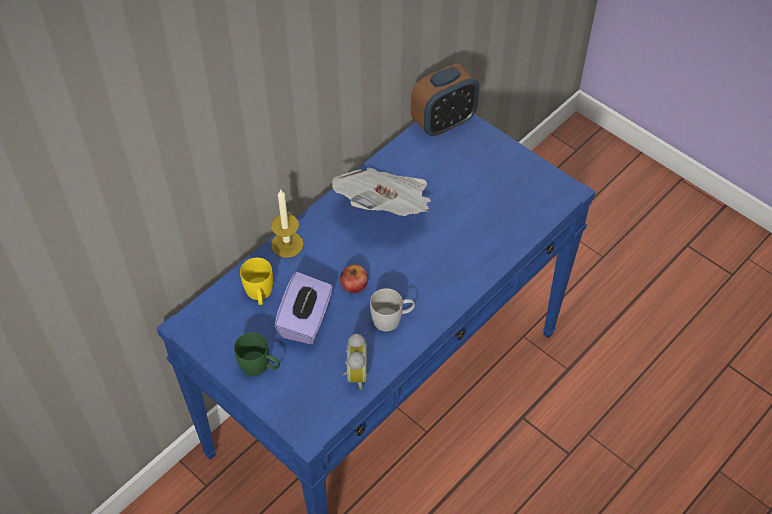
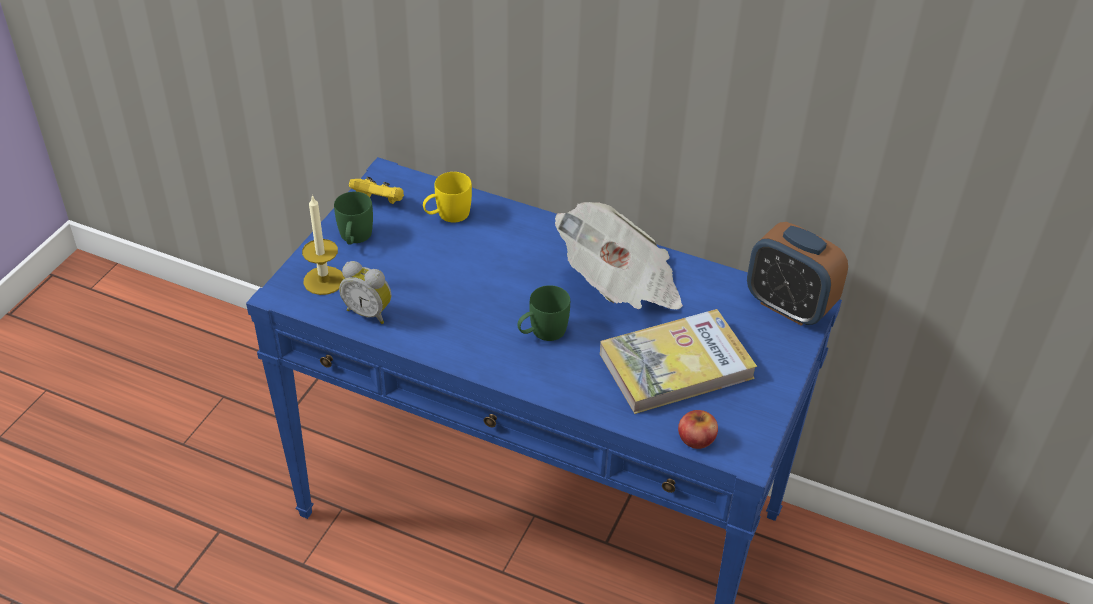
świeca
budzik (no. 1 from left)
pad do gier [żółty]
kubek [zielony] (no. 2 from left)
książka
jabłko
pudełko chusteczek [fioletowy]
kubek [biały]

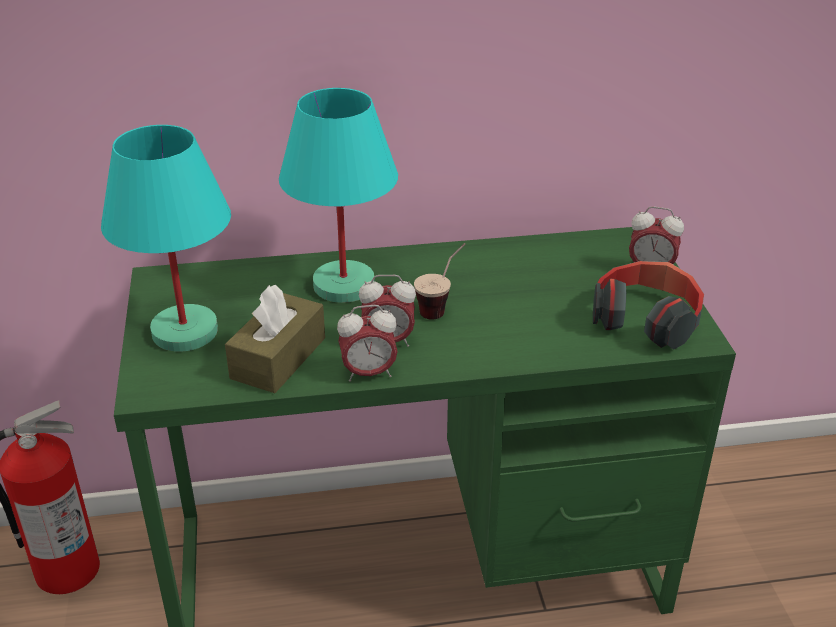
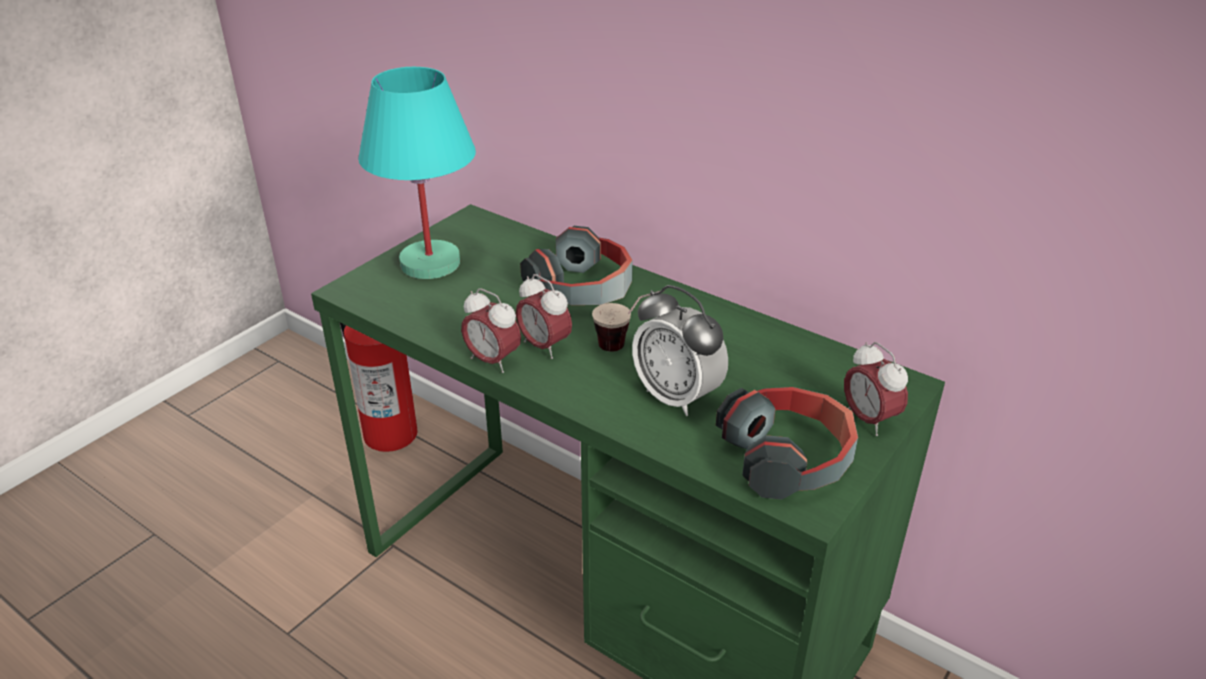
słuchawki (no. 1 from left)
budzik (no. 3 from left)
pudełko chusteczek [brązowy]

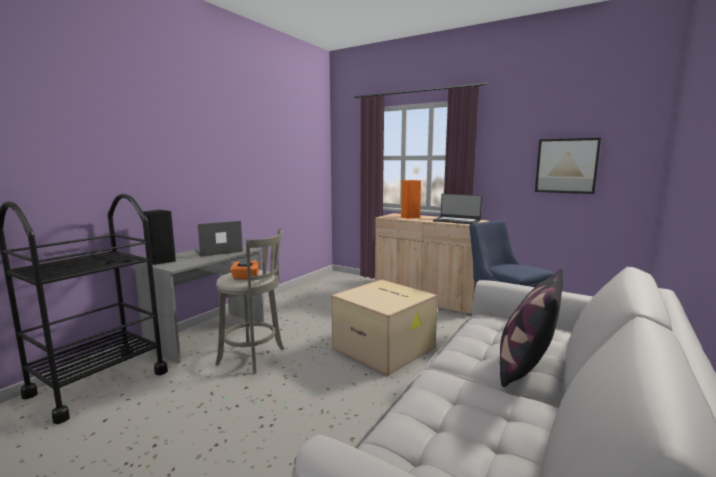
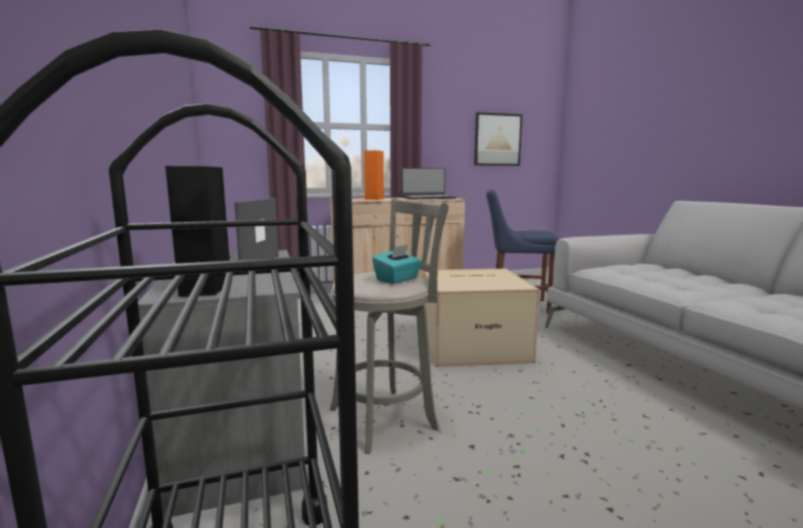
pudełko chusteczek [turkusowy]
poduszka

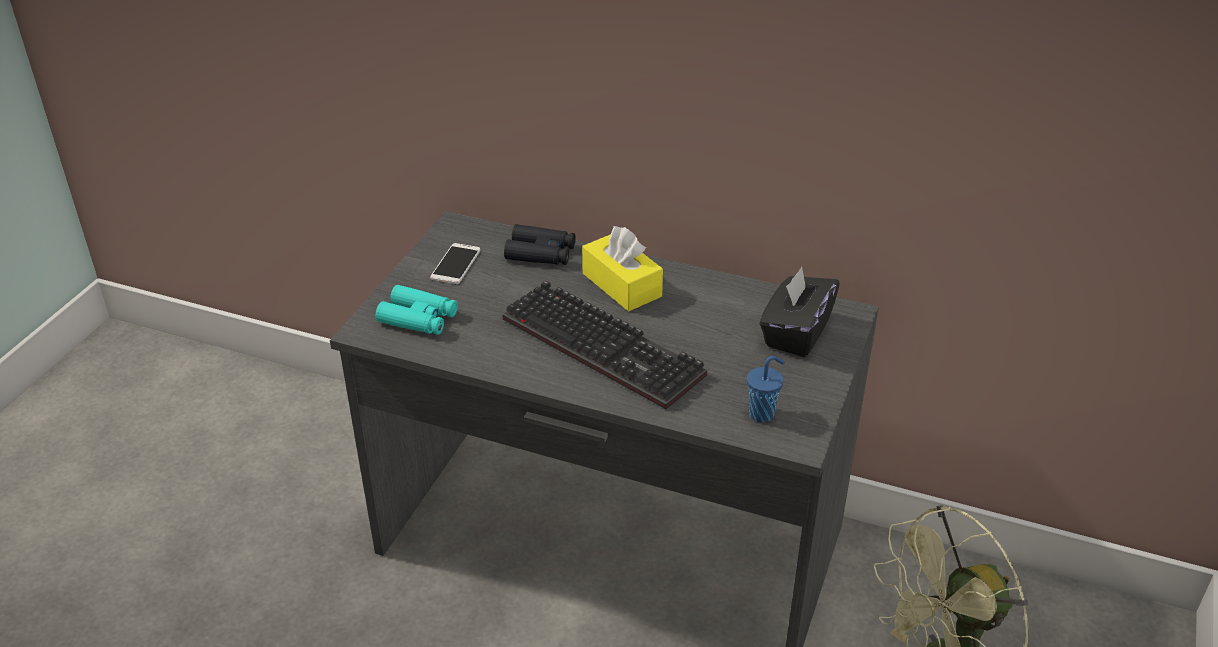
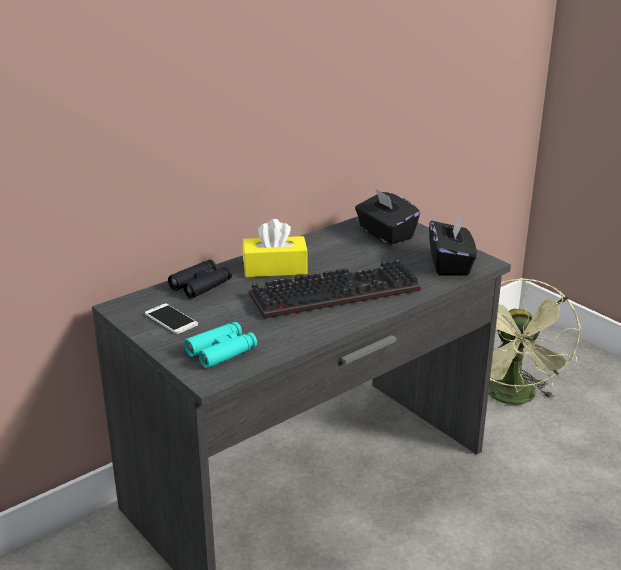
pudełko chusteczek [czarny] (no. 2 from left)

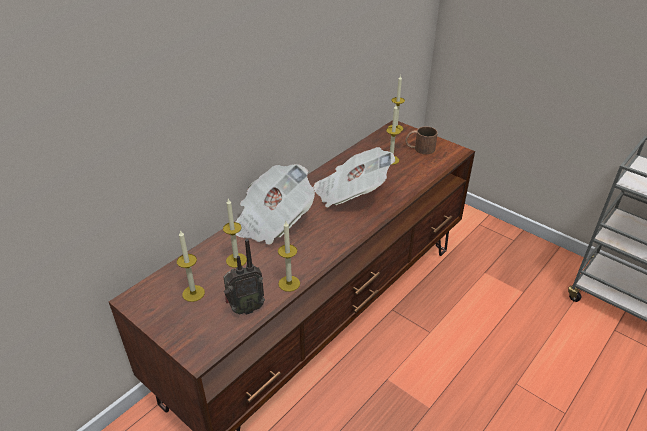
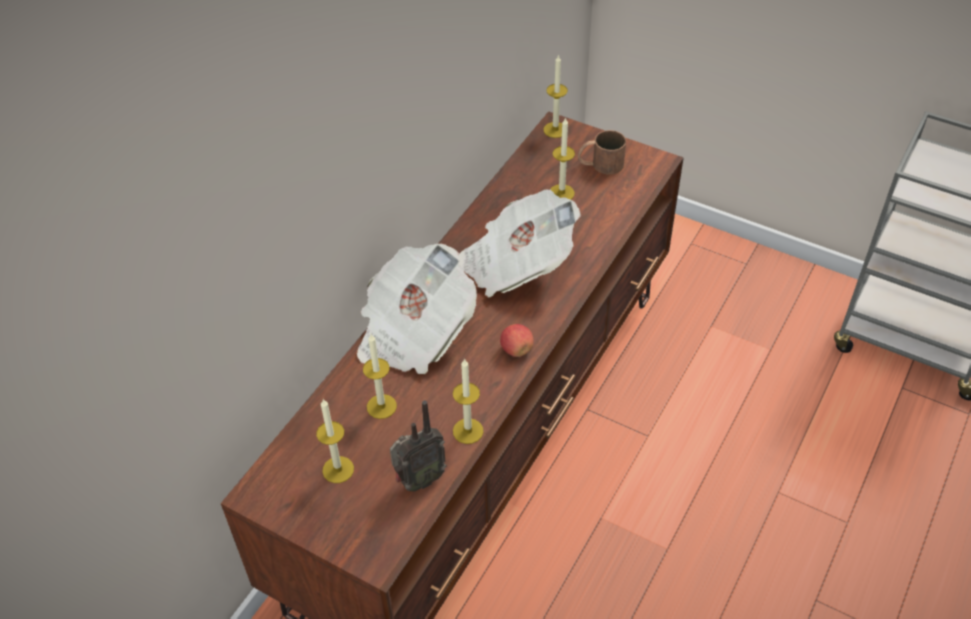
jabłko

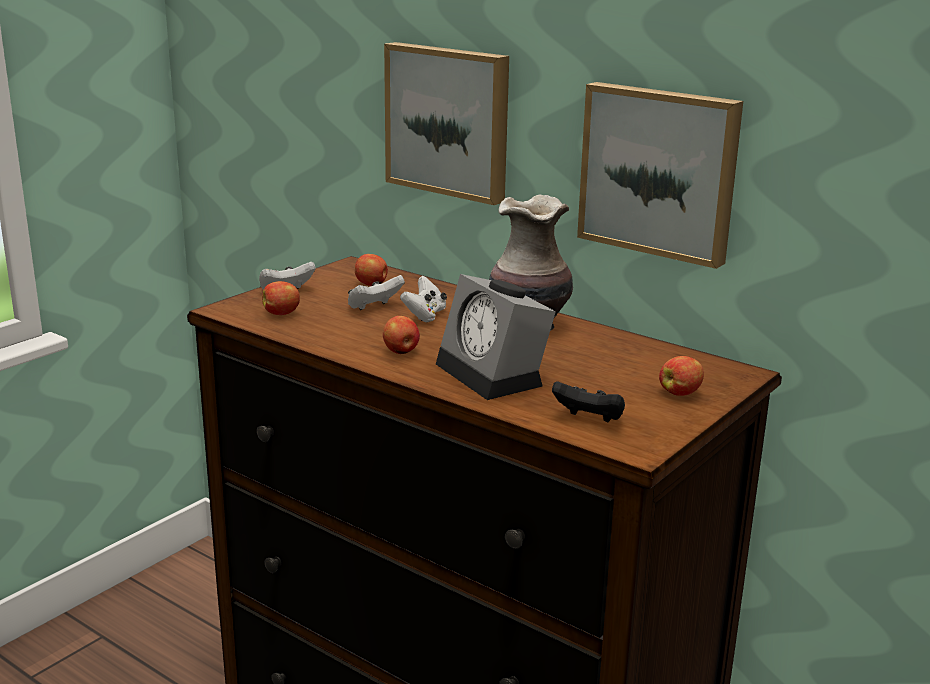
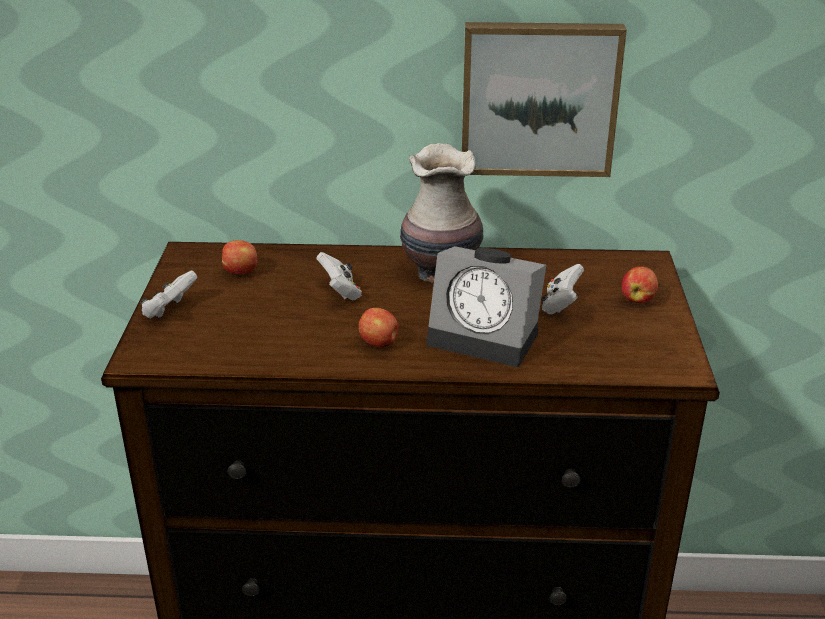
pad do gier [biały] (no. 3 from left)
jabłko (no. 1 from left in the first image)
obraz (no. 1 from left in the first image)
pad do gier [czarny]

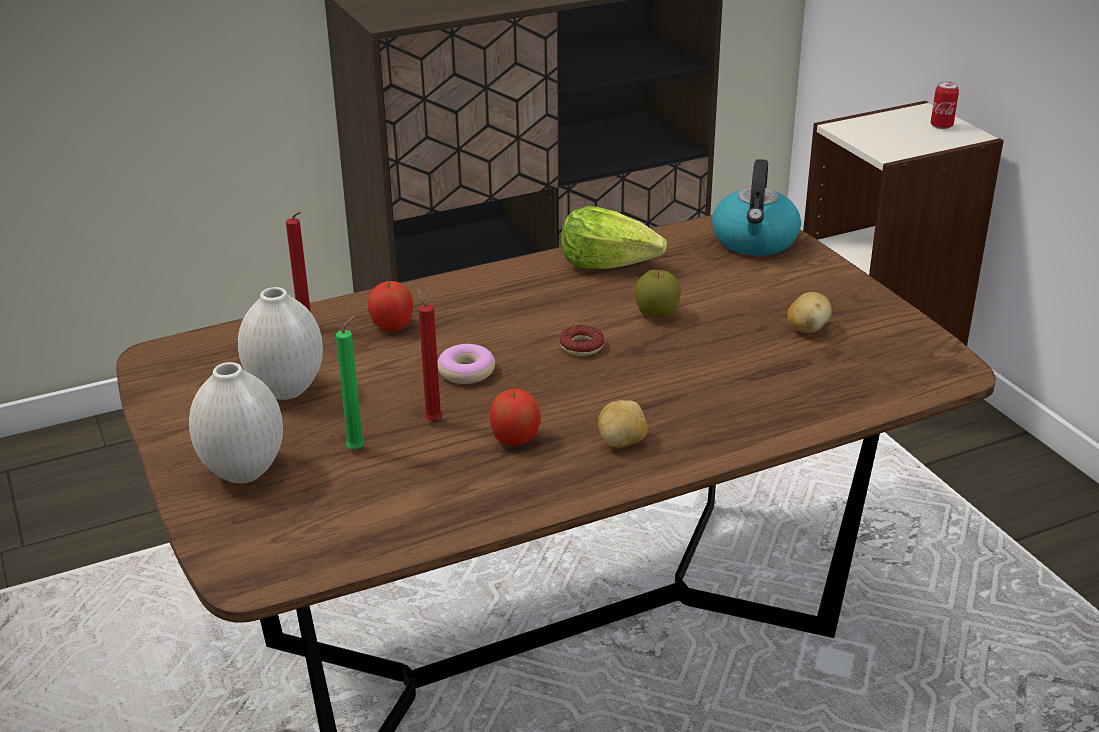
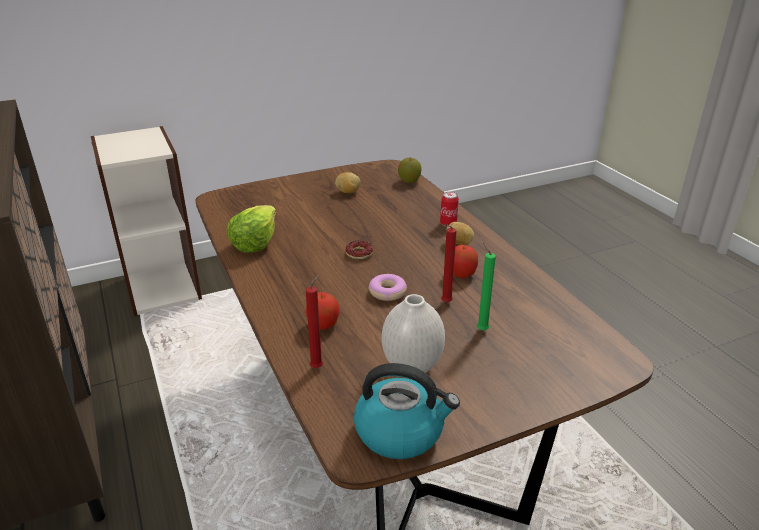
czajnik
jabłko (no. 2 from left)
puszka
wazon [biały] (no. 1 from left in the first image)

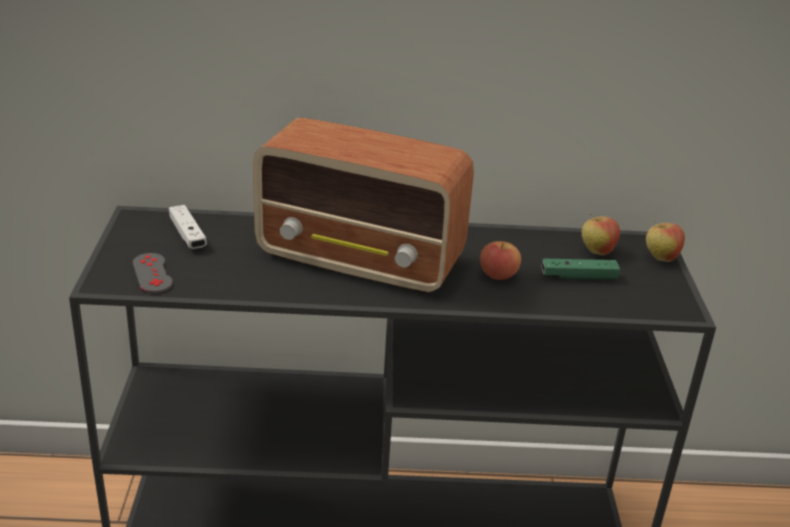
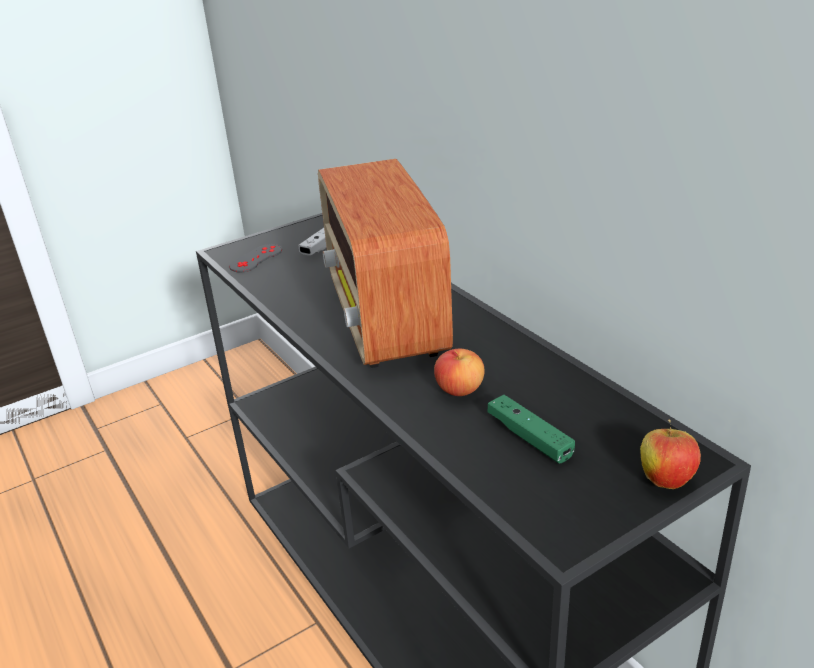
jabłko (no. 2 from left in the first image)

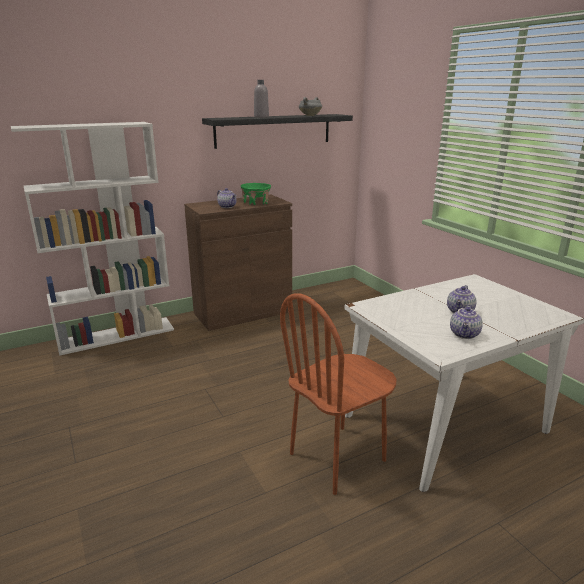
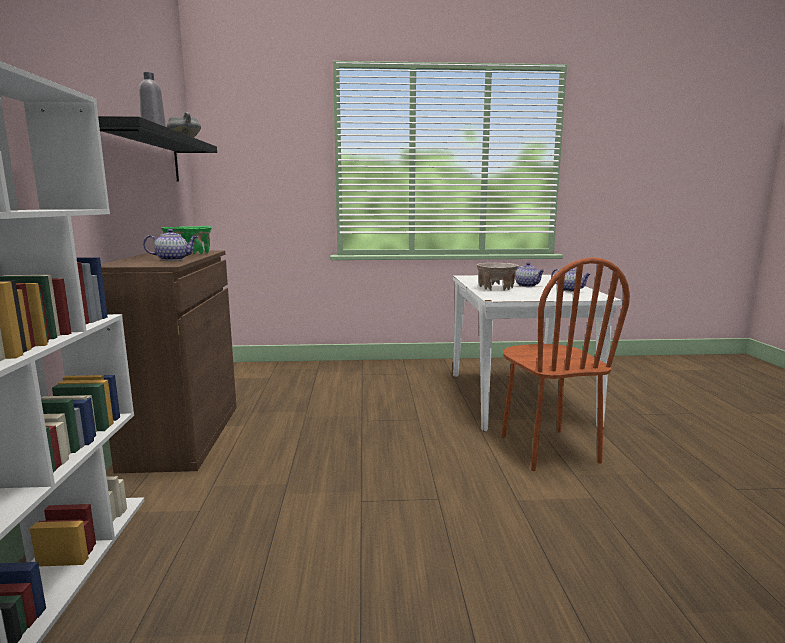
miska [beżowy]

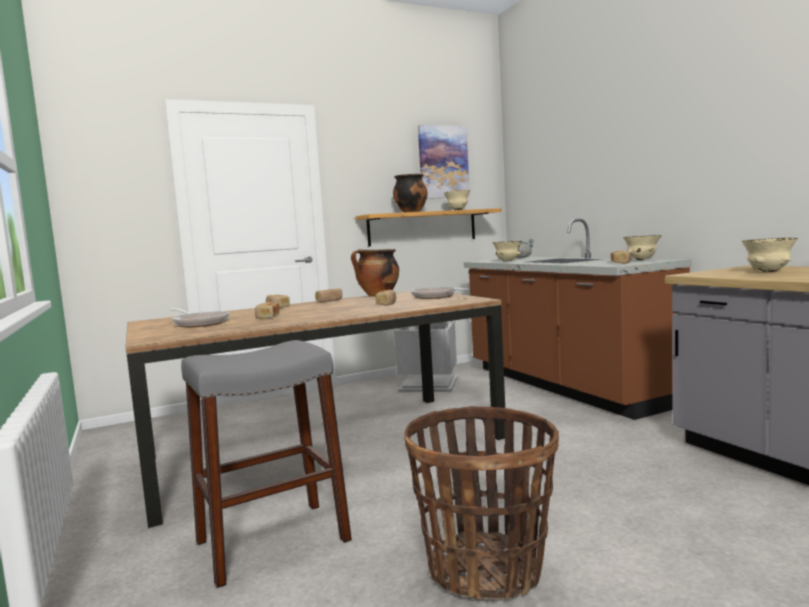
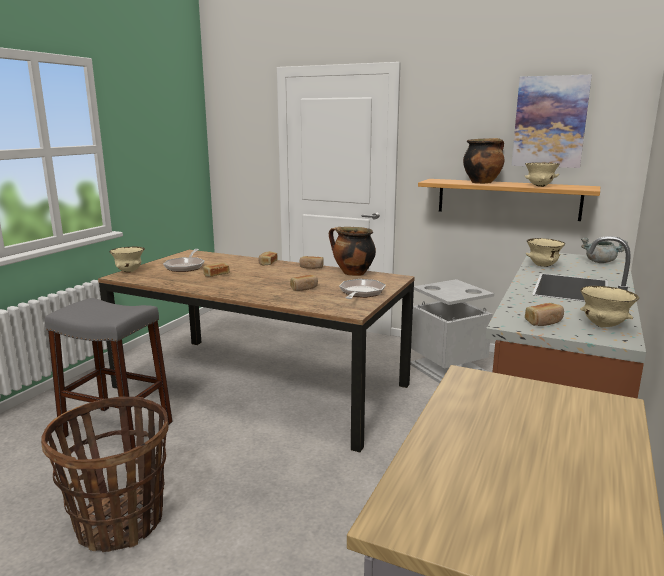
miska [beżowy] (no. 1 from left)

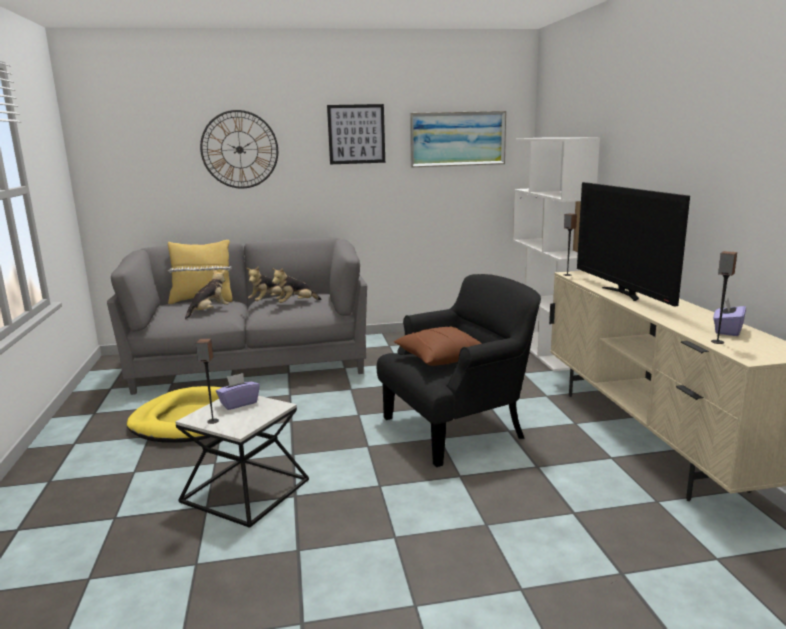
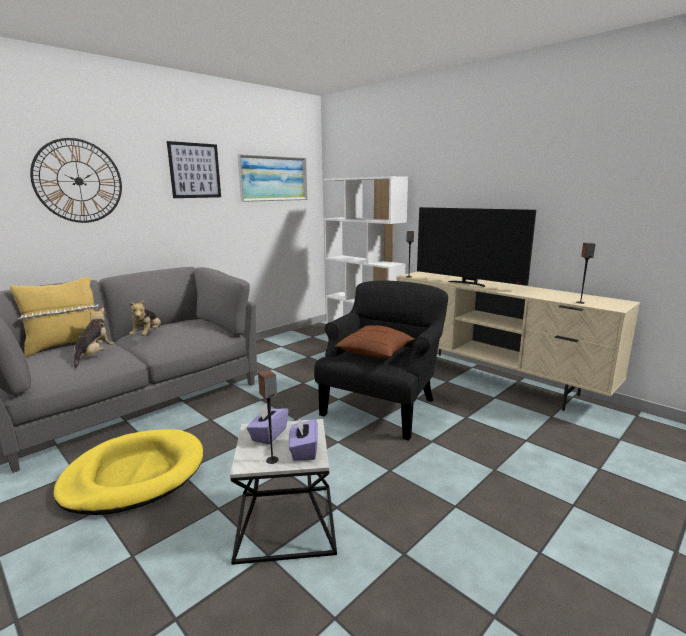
pudełko chusteczek [fioletowy] (no. 2 from left)
pluszak (no. 3 from left in the first image)

